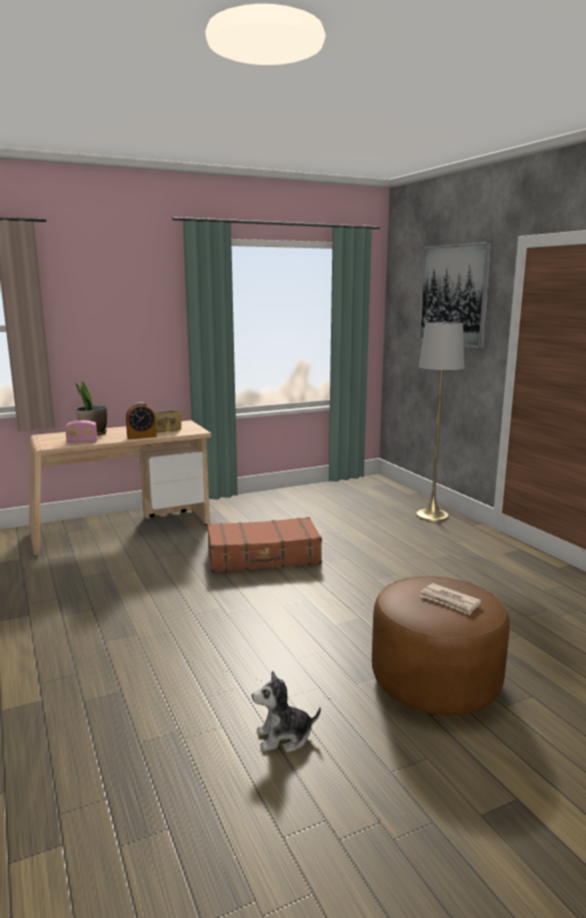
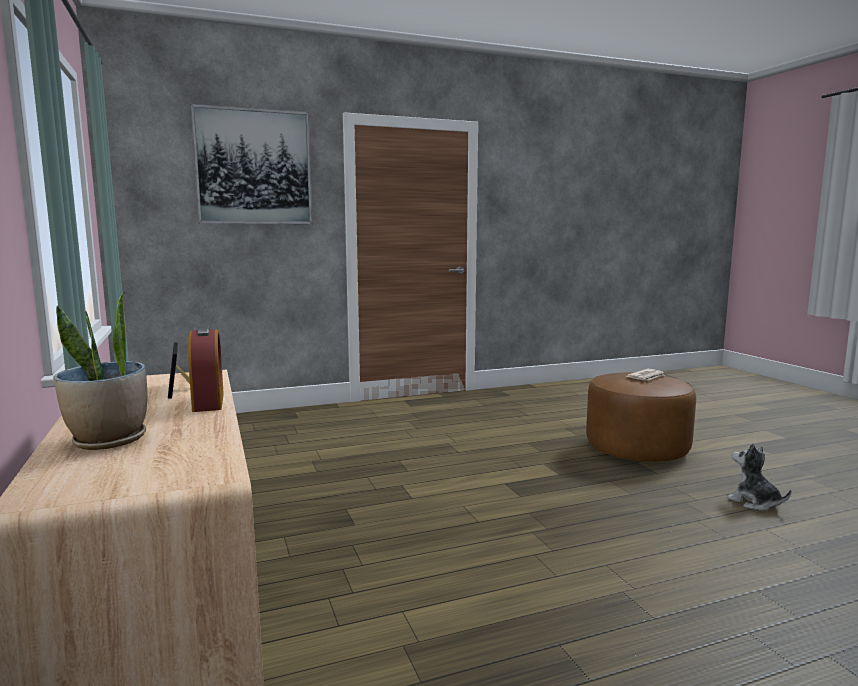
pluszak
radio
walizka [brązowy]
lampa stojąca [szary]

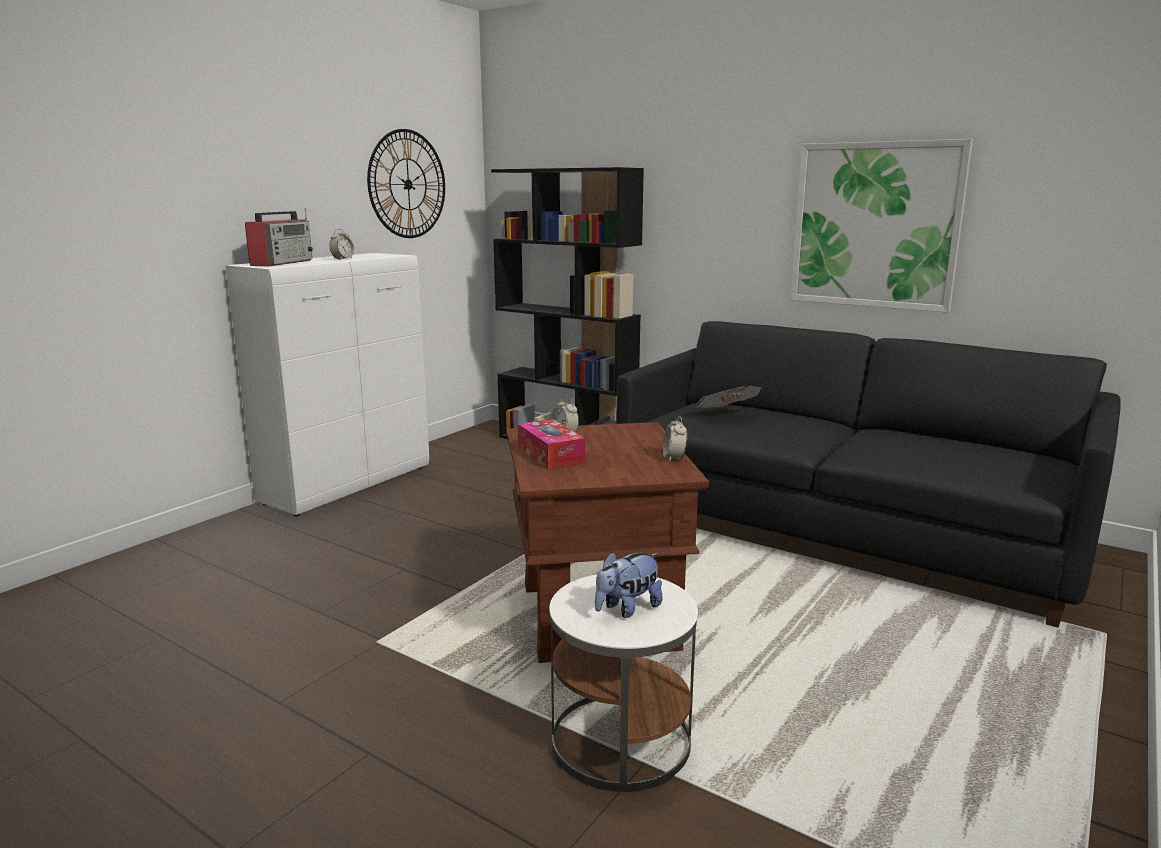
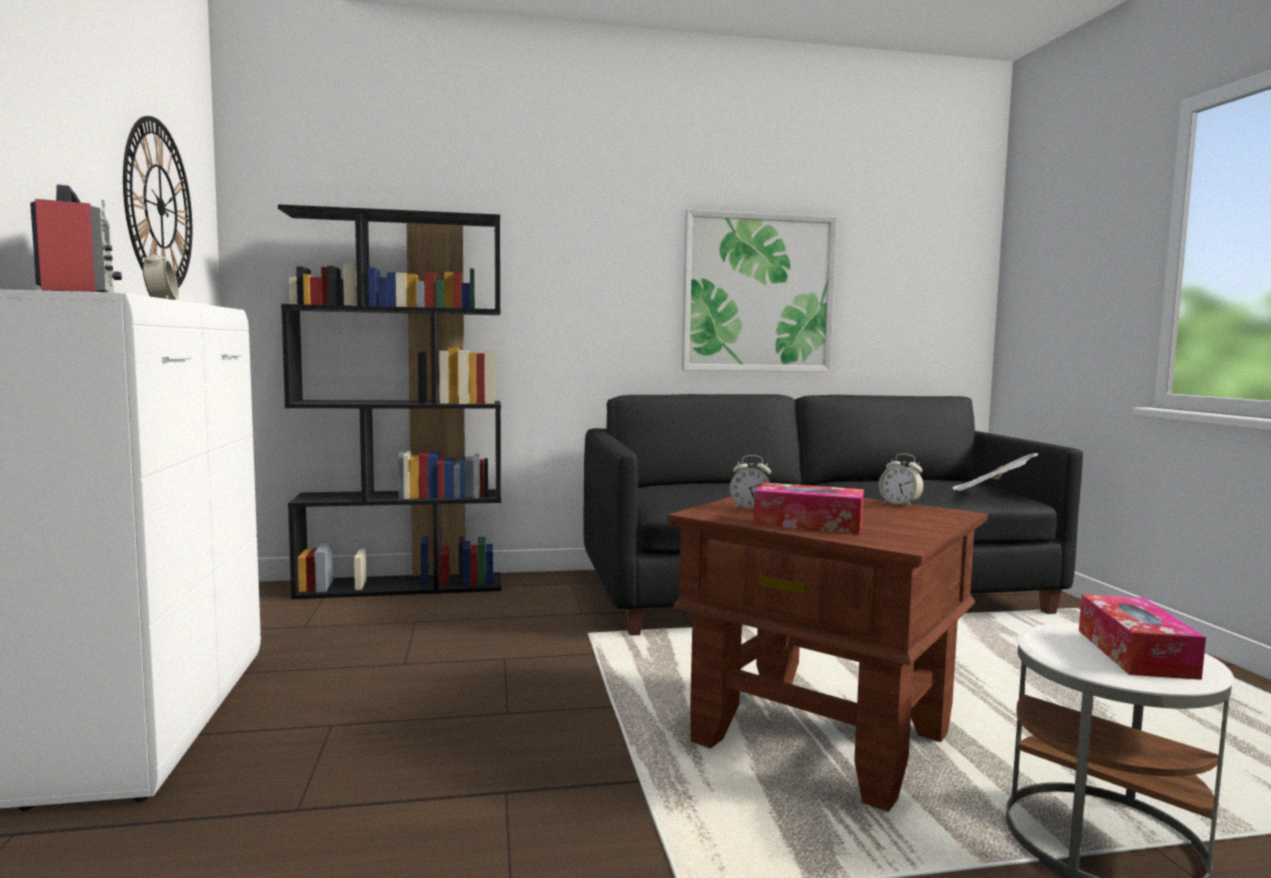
gazeta
pudełko chusteczek (no. 2 from left)

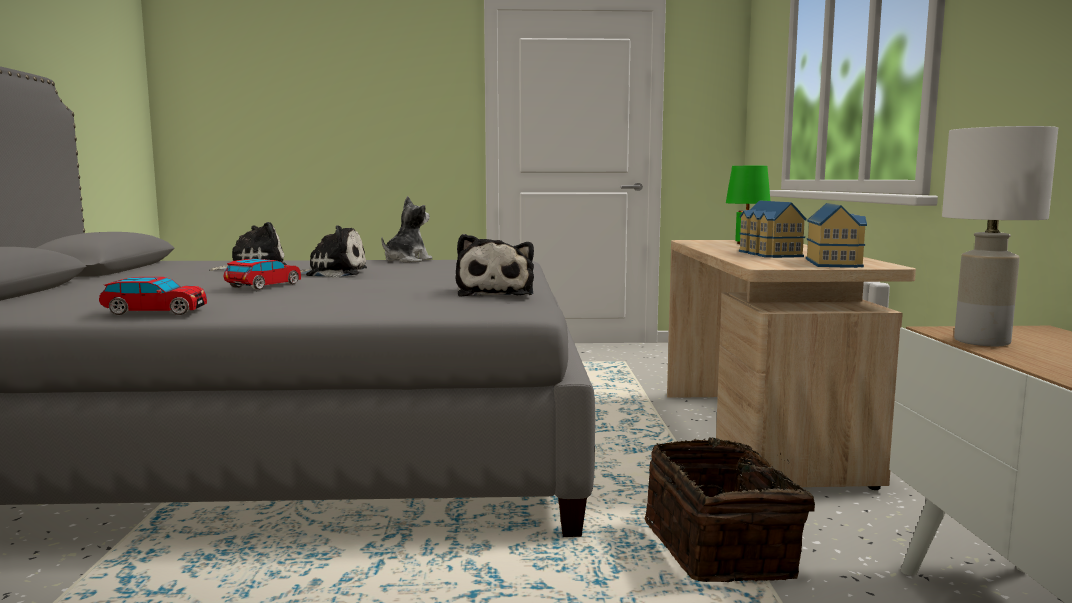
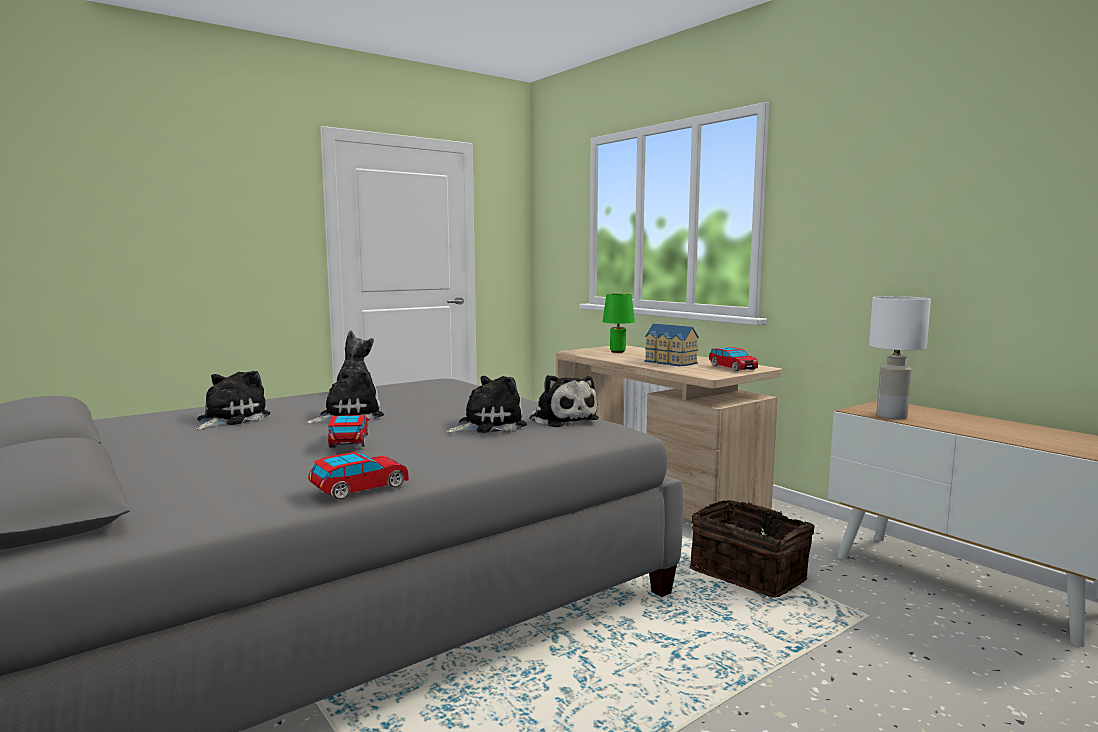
pluszak (no. 4 from left)
samochodzik (no. 3 from left)

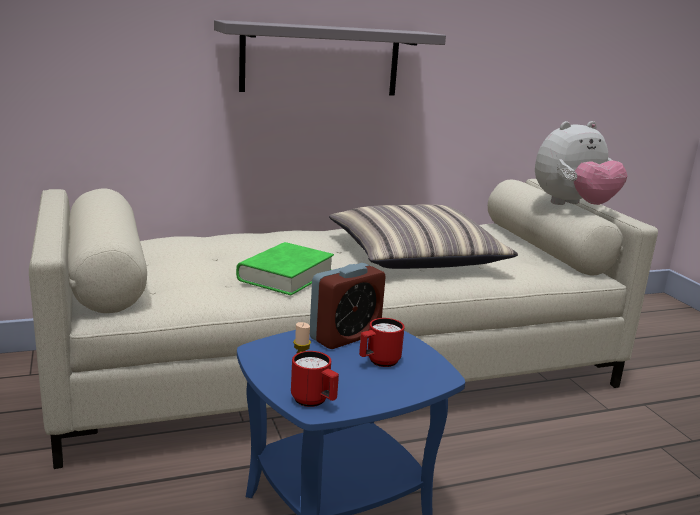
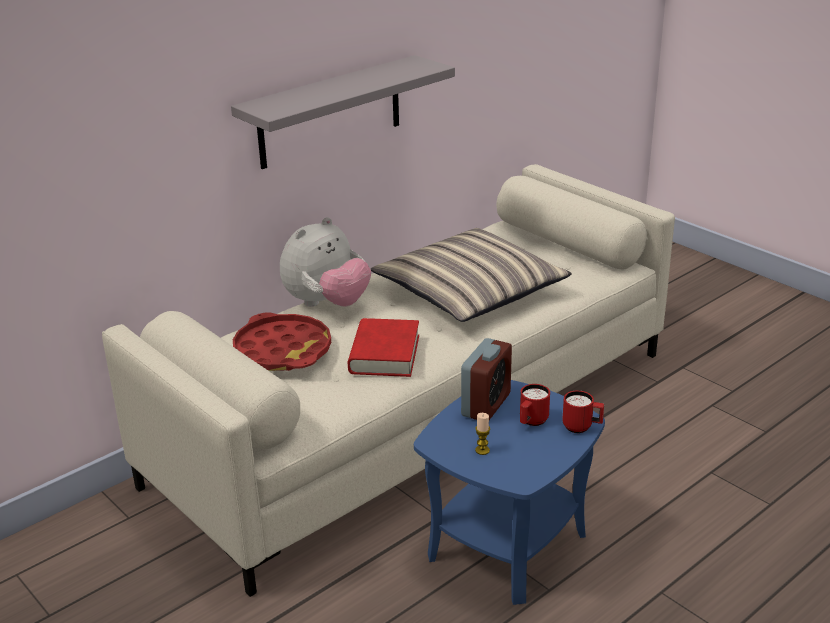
taca [czerwony]
pluszak
książka [czerwony]
kubek [czerwony] (no. 2 from left)

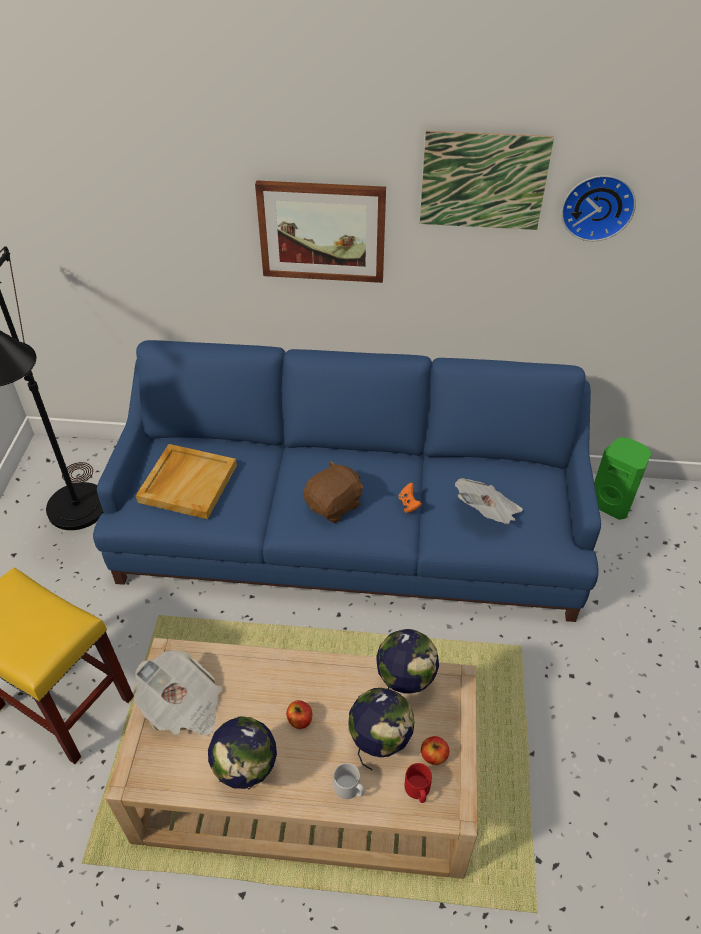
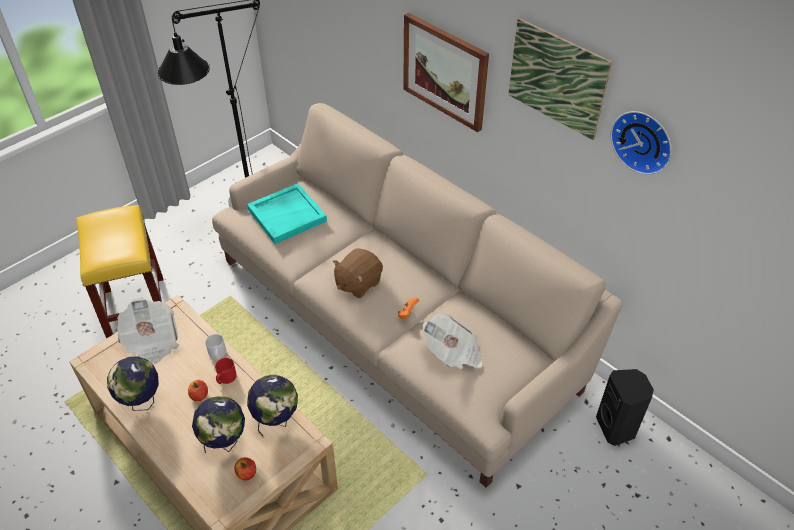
kubek [szary]
kanapa [beżowy]
kubek [czerwony]
taca [turkusowy]
pluszak [brązowy]
głośnik [czarny]

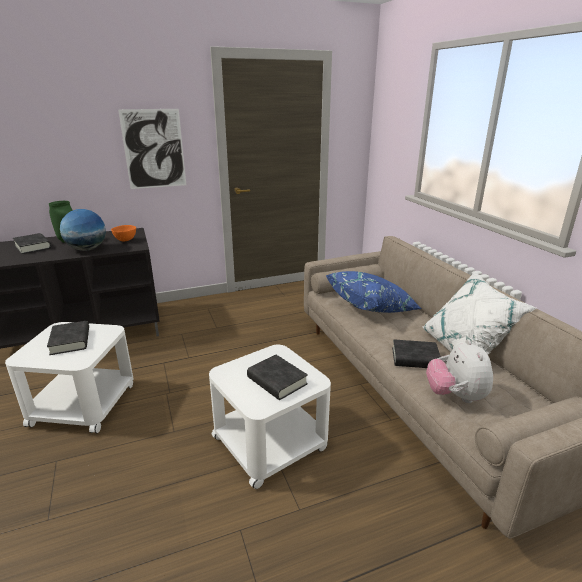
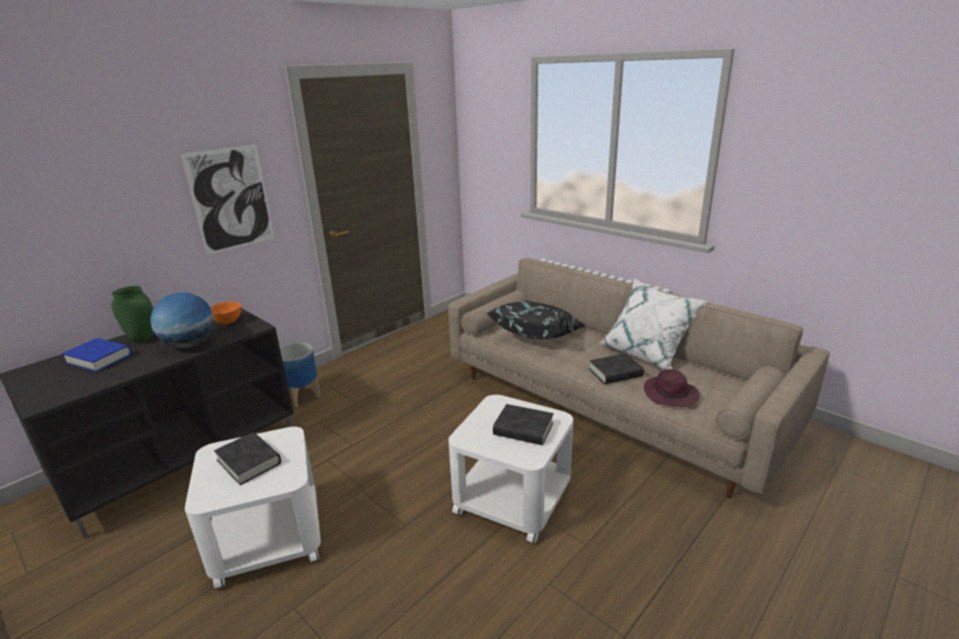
książka [niebieski]
donica
poduszka [czarny]
kapelusz [fioletowy]

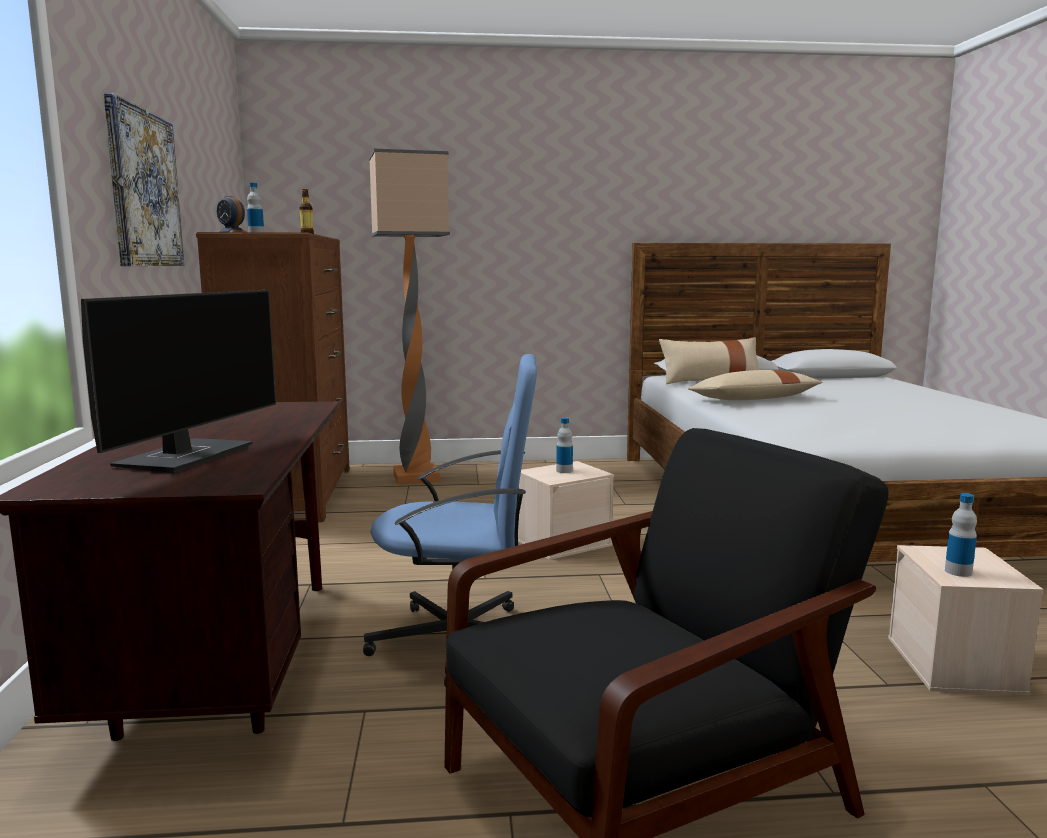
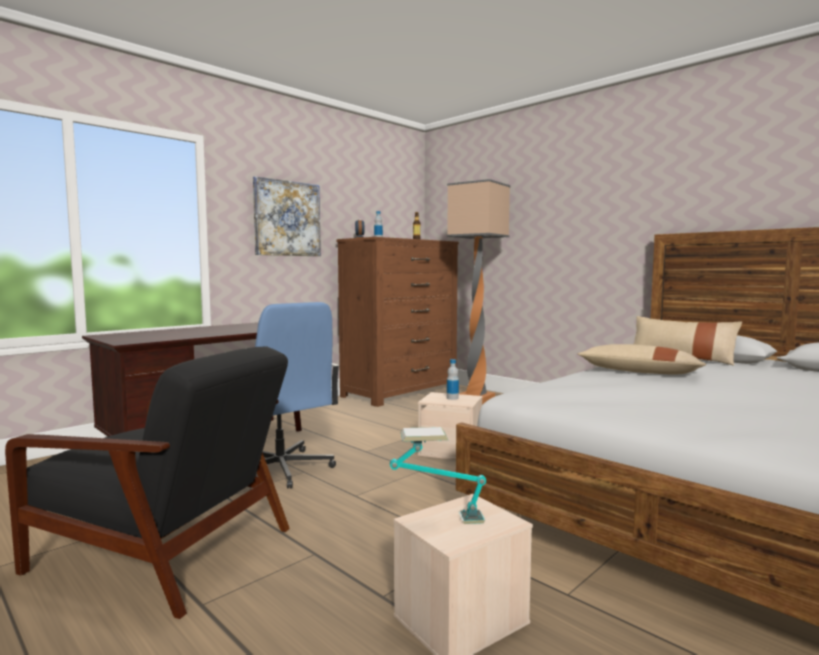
lampa stołowa
monitor

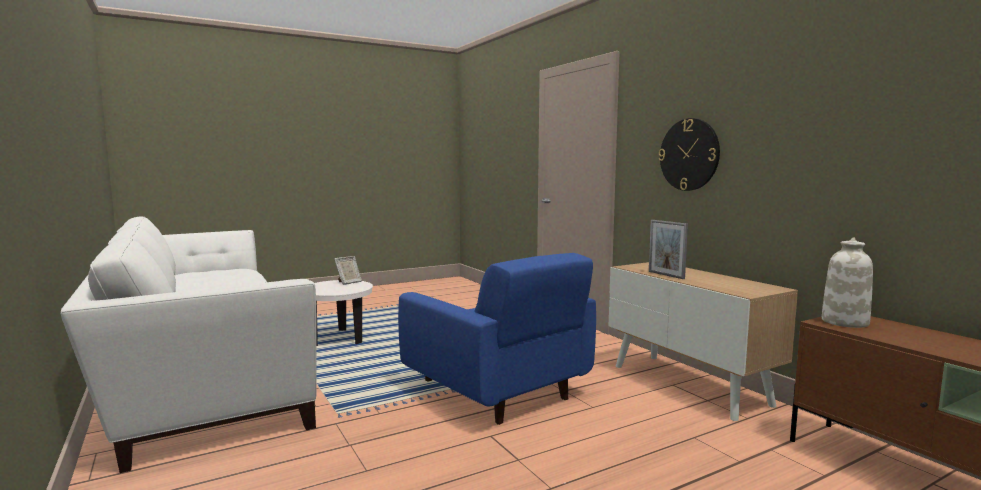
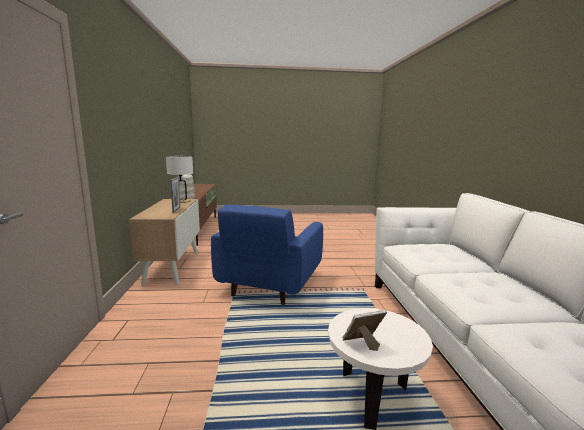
lampa stołowa [biały]
fotel [niebieski]
zegar ścienny

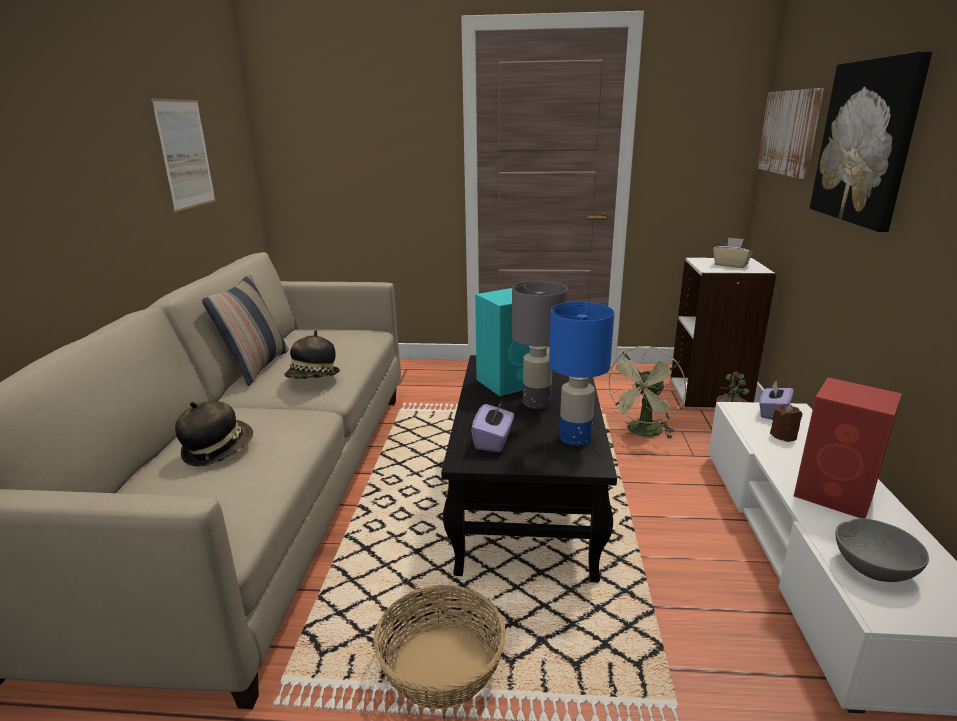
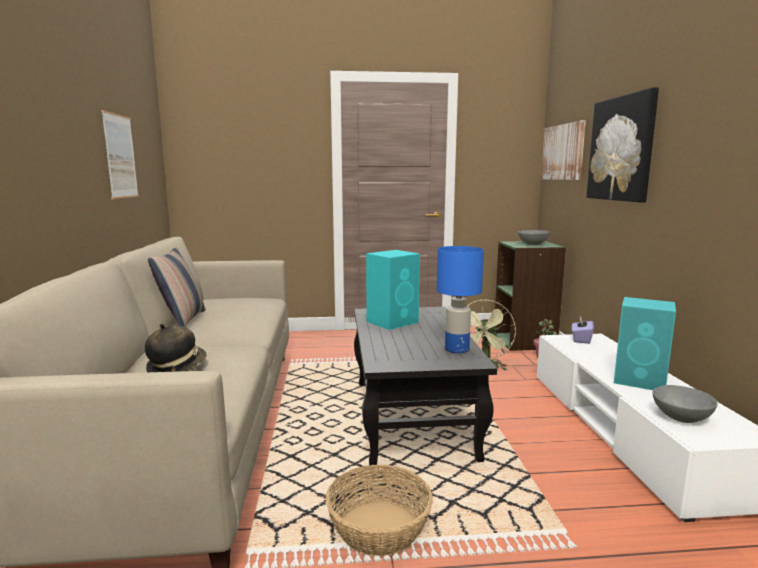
regał [zielony]
miska [szary] (no. 1 from left)
głośnik [turkusowy] (no. 2 from left)
kapelusz (no. 2 from left in the first image)
pudełko chusteczek [fioletowy] (no. 1 from left in the first image)
lampa stołowa [szary]
świeca [brązowy]

